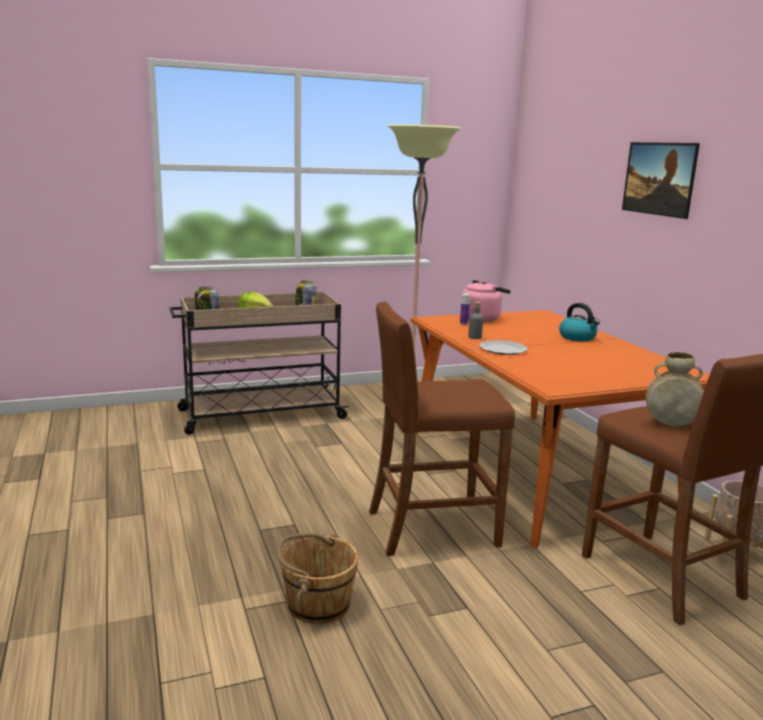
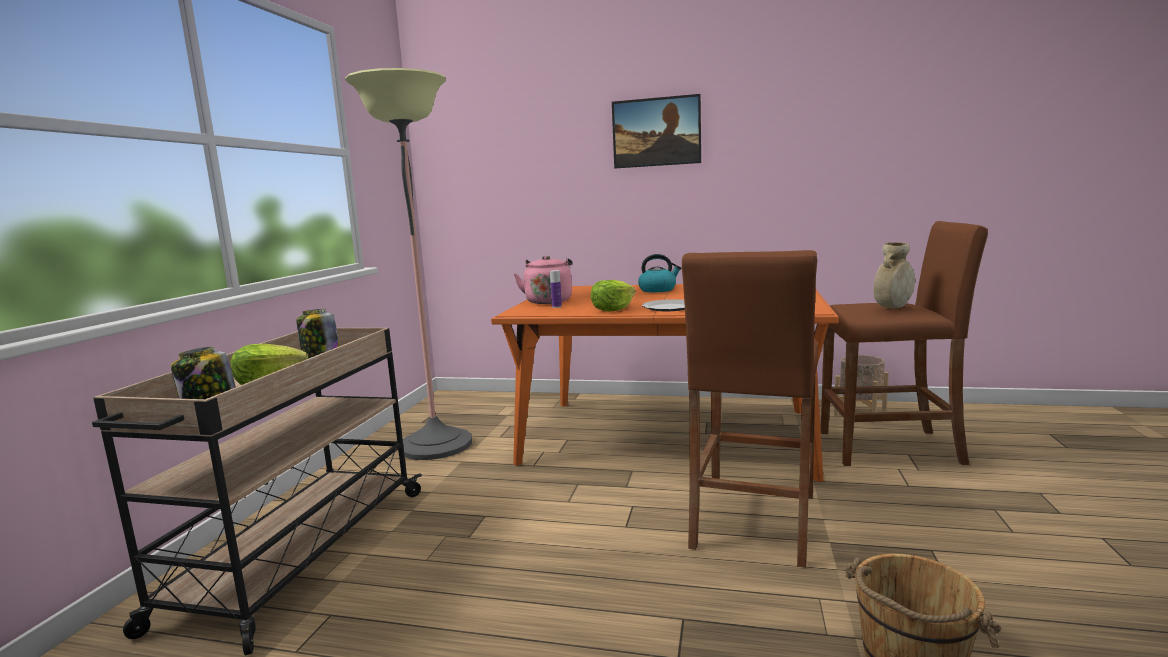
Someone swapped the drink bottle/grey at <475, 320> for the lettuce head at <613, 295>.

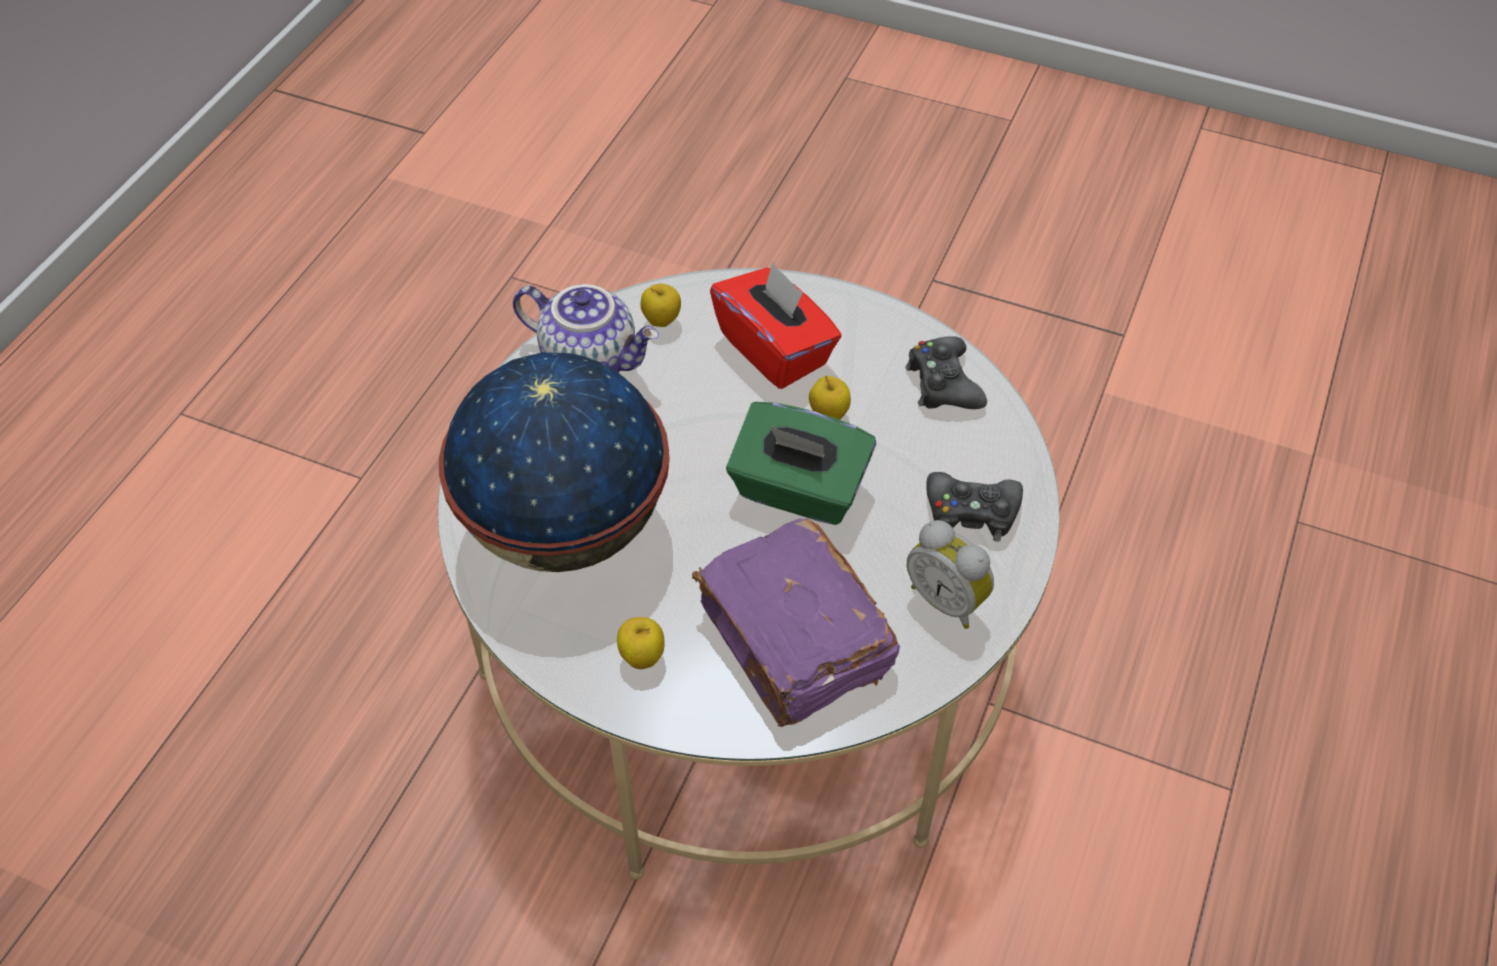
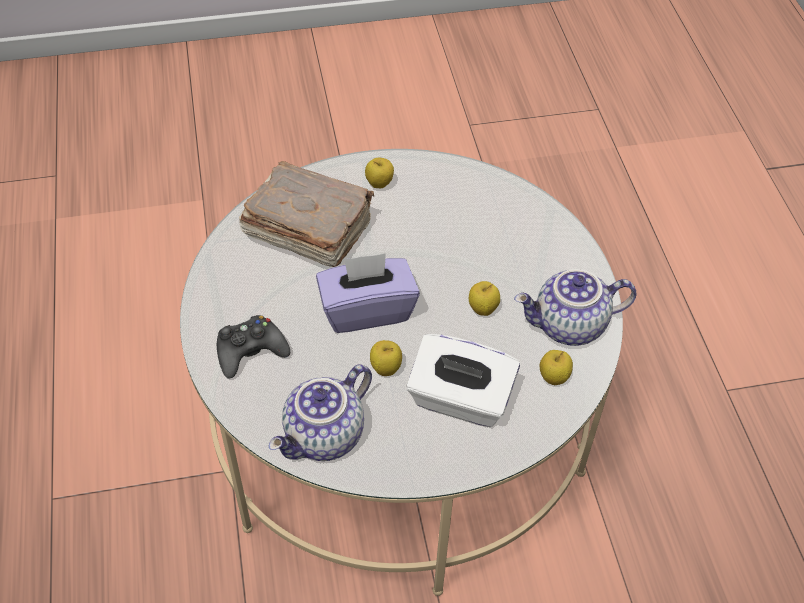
Someone repainted the volume/purplish at <796, 622>, which became the volume/brownish at <306, 214>.
Someone swapped the game controller/black-coloured at <946, 372> for the teapot at <320, 412>.
Someone repainted the box of tissues/green-coloured at <801, 463>, which became the box of tissues/purplish at <368, 293>.
Someone repainted the box of tissues/reddish at <776, 325>, which became the box of tissues/whitish at <463, 380>.
Someone put down the apple at <484, 298>.
Someone took away the desk globe at <554, 462>.
Someone took away the alarm clock at <950, 574>.

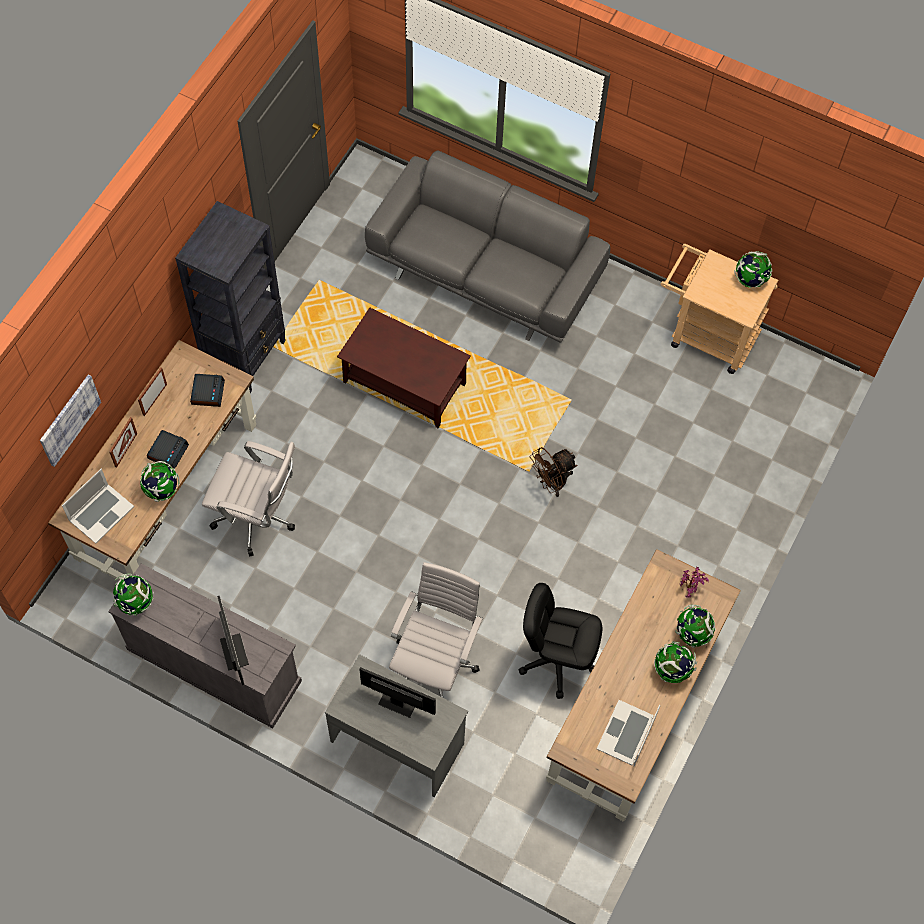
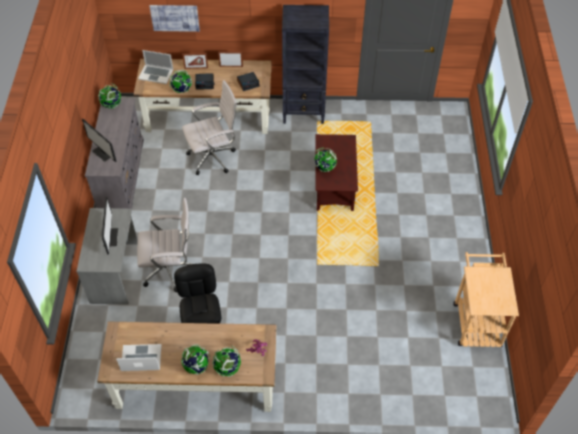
Someone rotated the monitor at <233, 640> by 90 degrees clockwise.
Someone rotated the computer chair/whitish at <248, 499> by 105 degrees counterclockwise.
Someone carried the desk globe from <753, 269> to <325, 160>.
Someone took away the sofa/grey at <487, 247>.
Someone took away the cooling fan/brownish at <553, 472>.

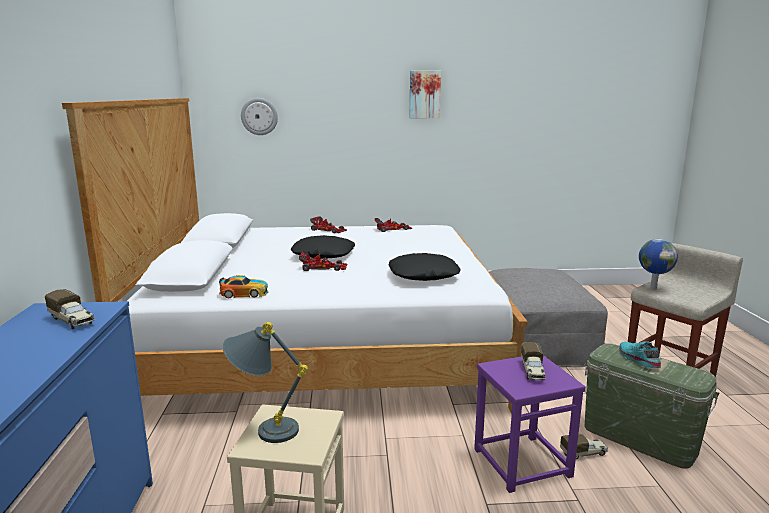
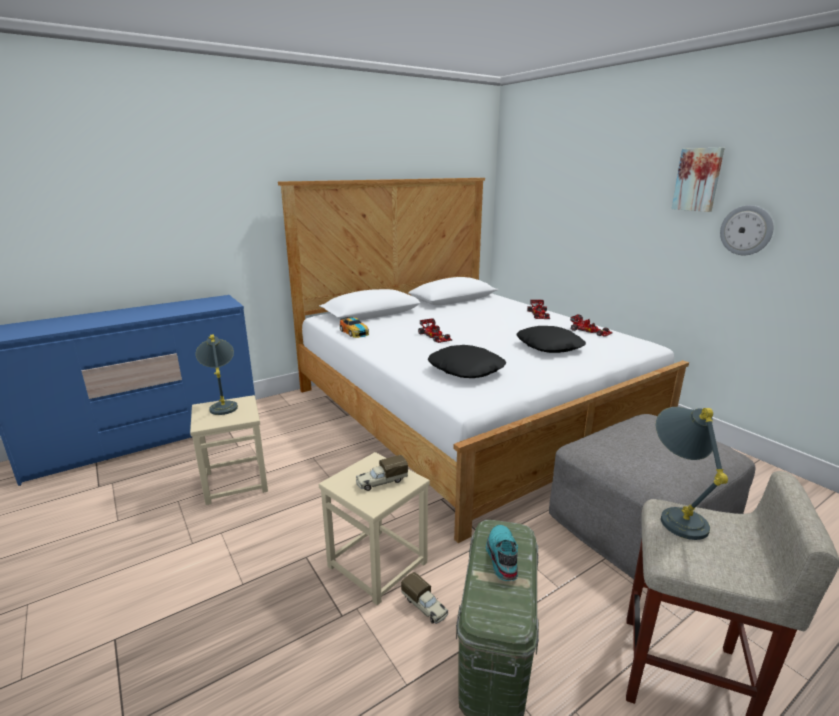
Someone repainted the sitting stool/purplish at <530, 424>, which became the sitting stool/sand-coloured at <374, 528>.
Someone rotated the low shoe/turquoise at <640, 355> by 45 degrees counterclockwise.
Someone carried the pillow/black-coloured from <322, 247> to <551, 339>.
Someone swapped the desk globe at <658, 264> for the tabletop lamp/grey at <691, 473>.
Someone carried the hanging clock from <259, 116> to <746, 230>.
Someone took away the toy truck at <70, 309>.

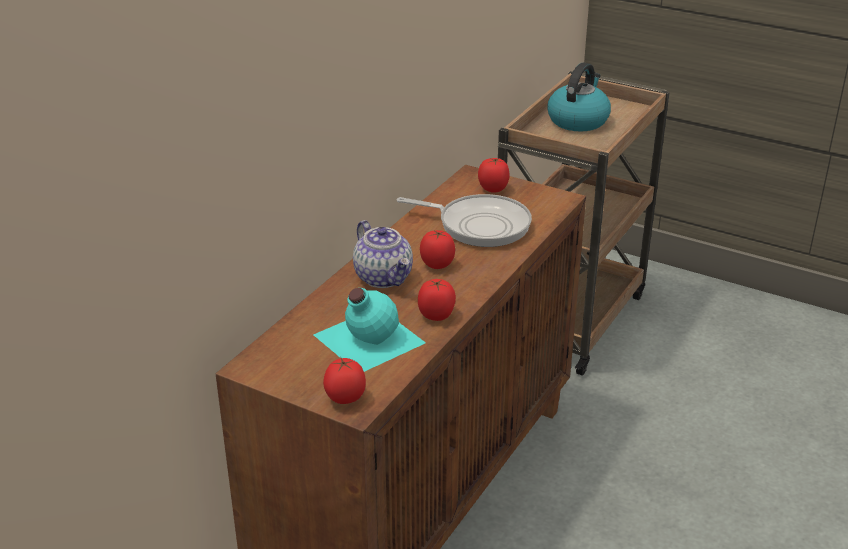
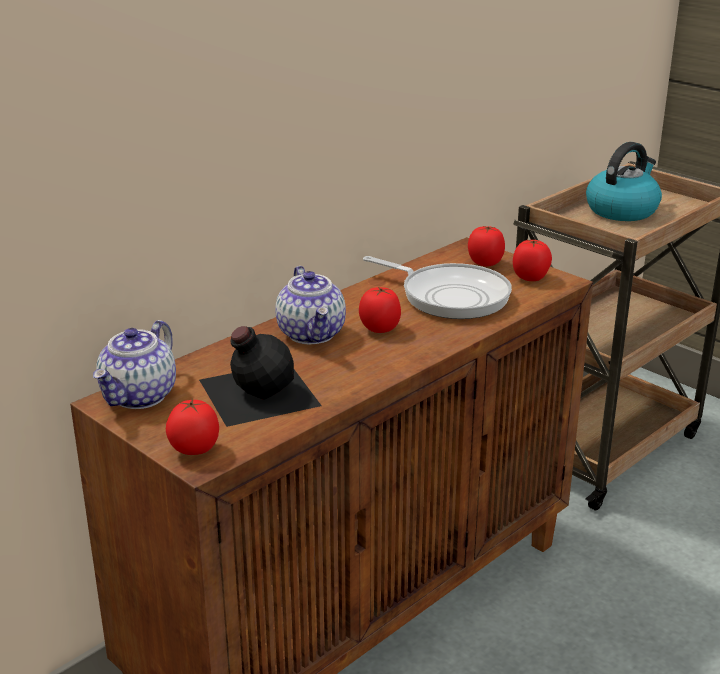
Someone put down the teapot at <134, 364>.
Someone repainted the drink bottle/turquoise at <369, 330>, which became the drink bottle/black-coloured at <260, 376>.
Someone carried the tomato from <437, 300> to <532, 260>.

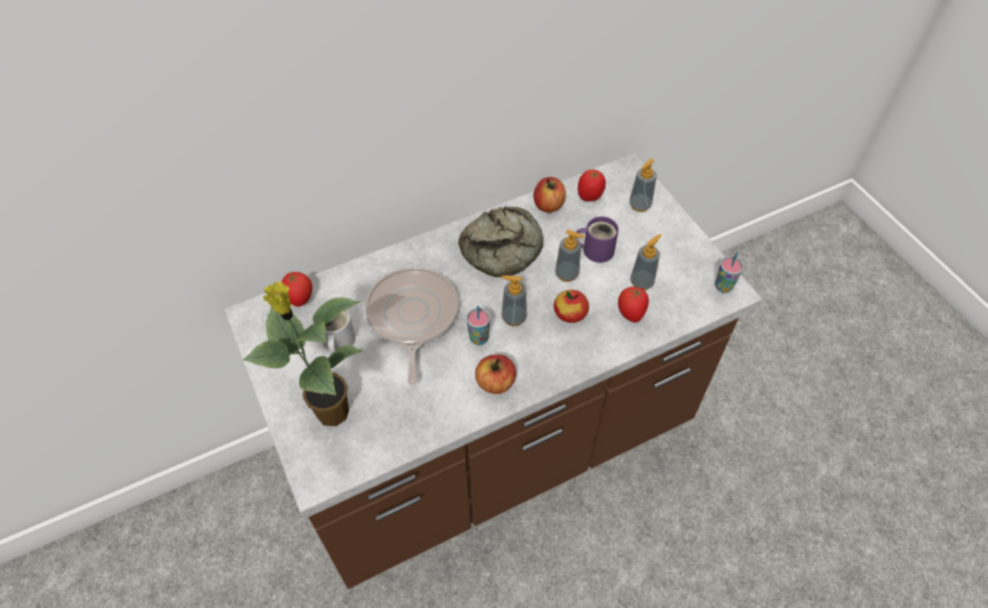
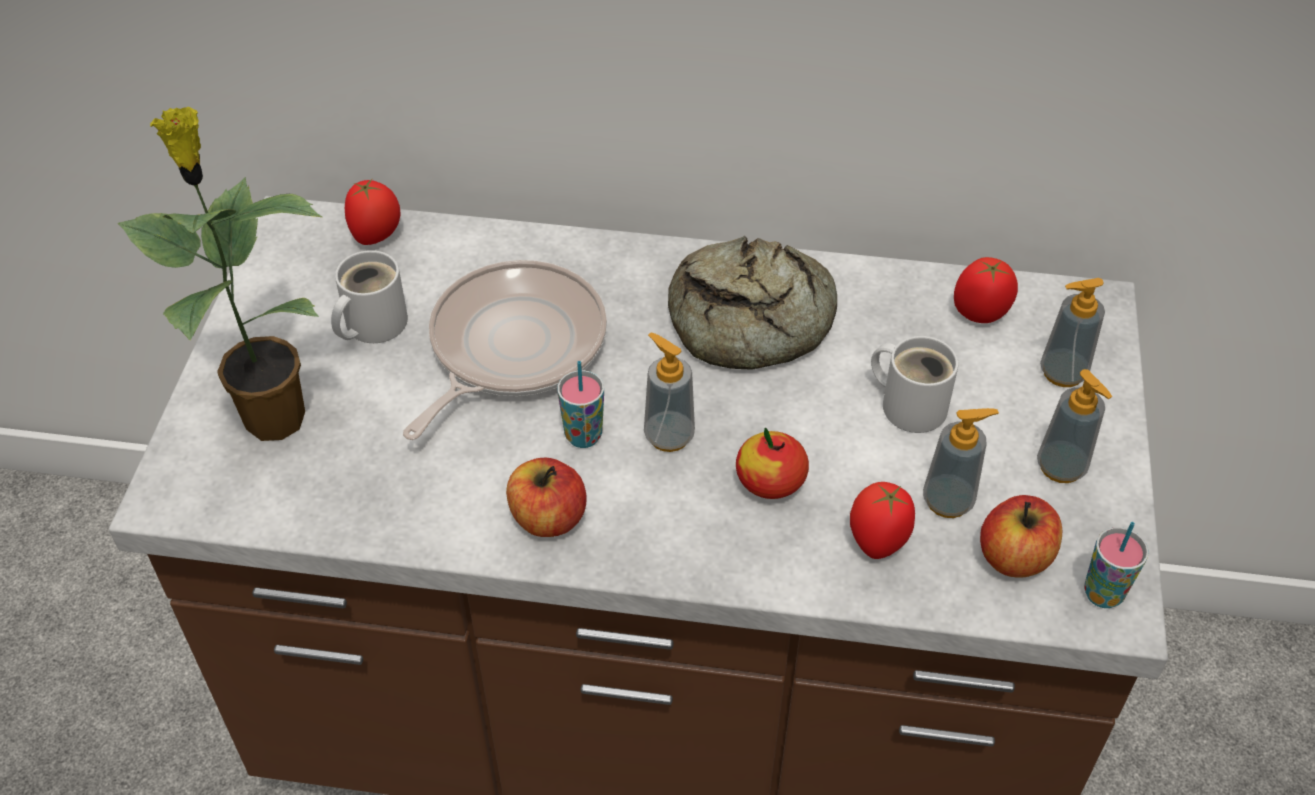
Someone repainted the tea mug/purplish at <597, 239>, which became the tea mug/whitish at <915, 384>.
Someone carried the apple from <550, 195> to <1021, 536>.
Someone carried the liquid soap bottle from <570, 256> to <1074, 426>.

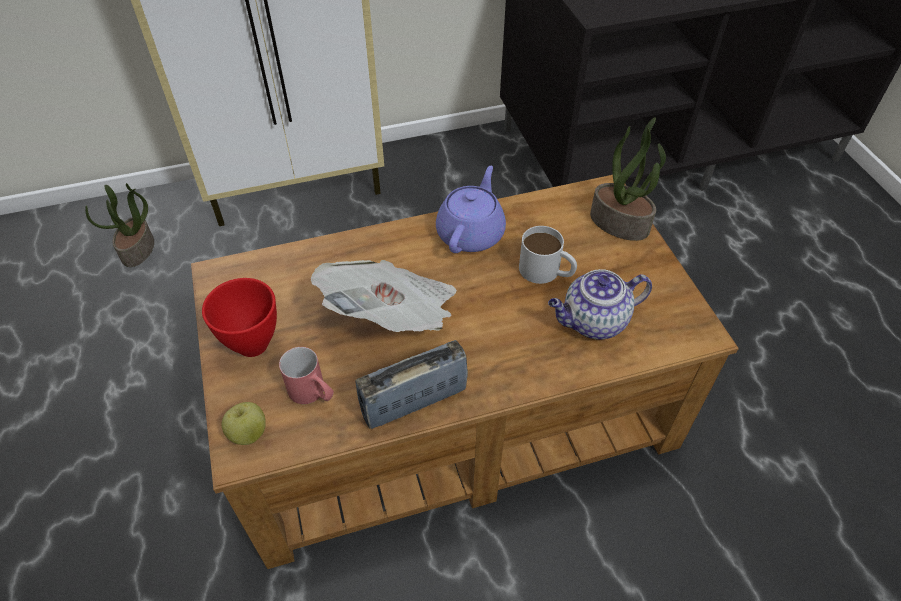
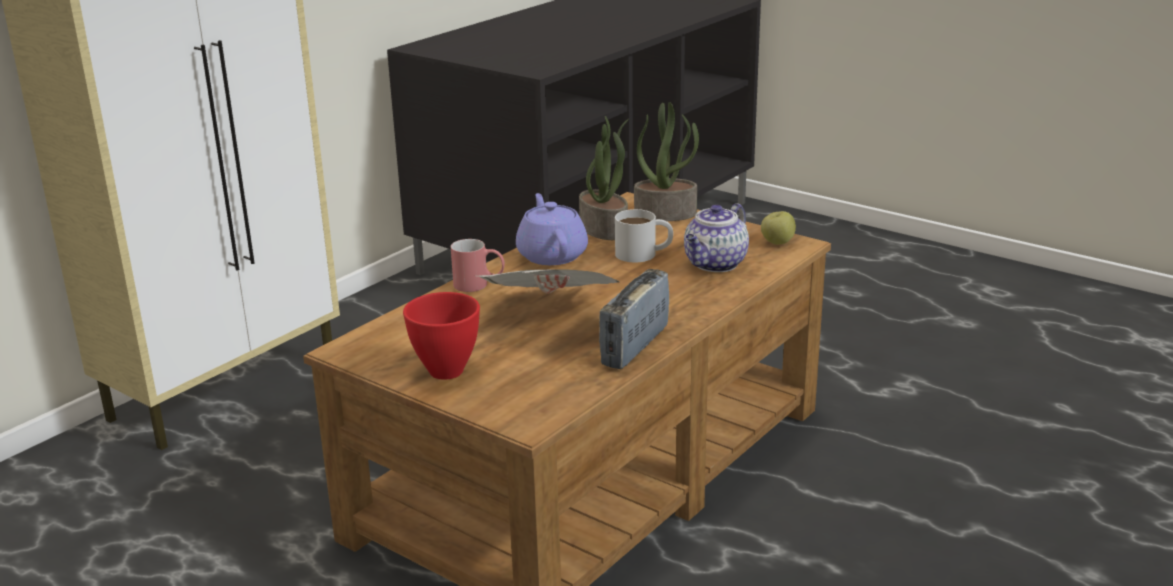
Someone carried the tea mug/reddish from <306, 375> to <478, 265>.
Someone carried the potted plant from <119, 225> to <604, 178>.
Someone carried the apple from <244, 423> to <778, 228>.

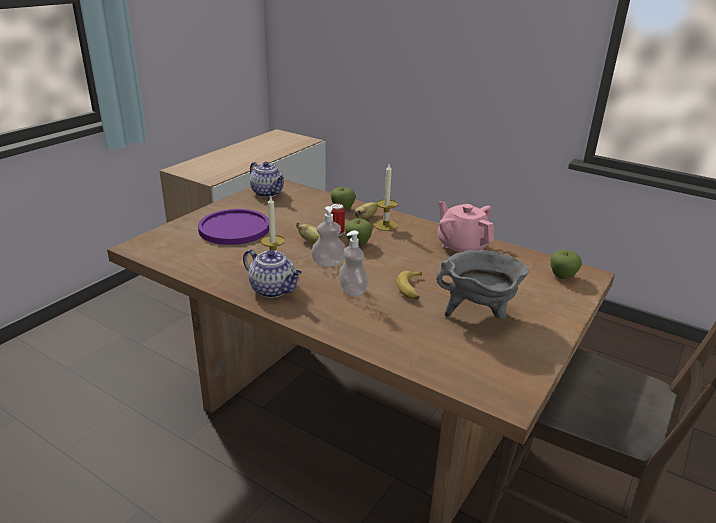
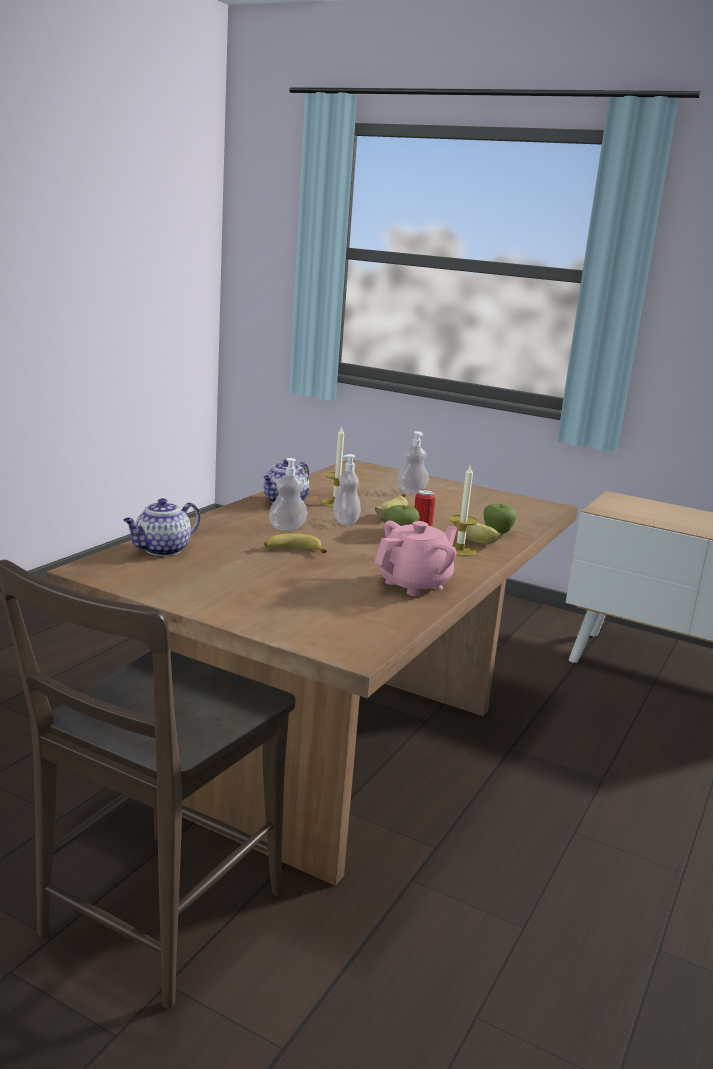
Someone carried the teapot from <267, 179> to <161, 527>.
Someone swapped the dinner plate/purplish at <233, 227> for the liquid soap bottle at <413, 462>.
Someone took away the saucepot/grey at <482, 284>.
Someone took away the apple at <566, 264>.

